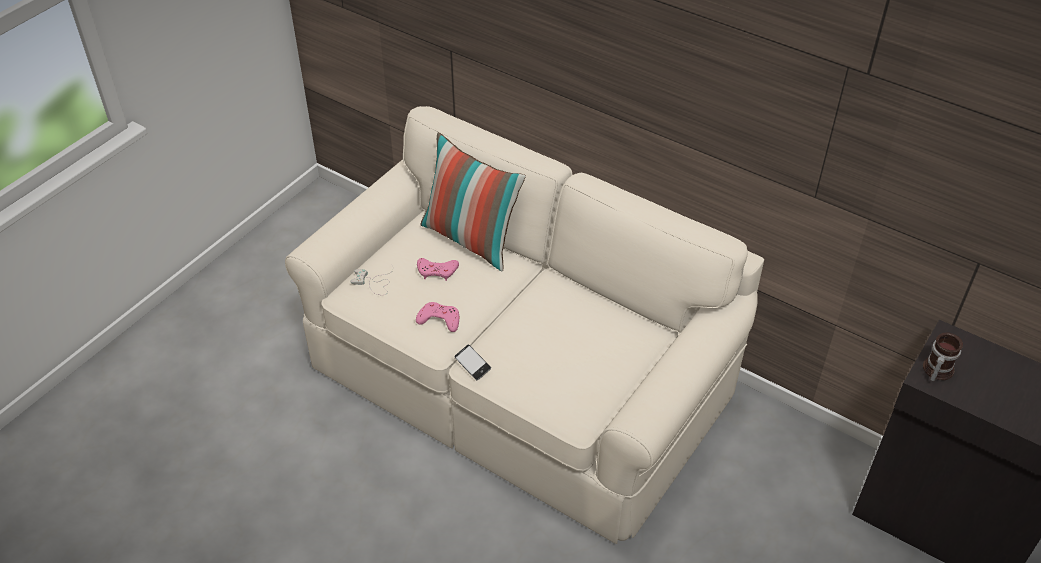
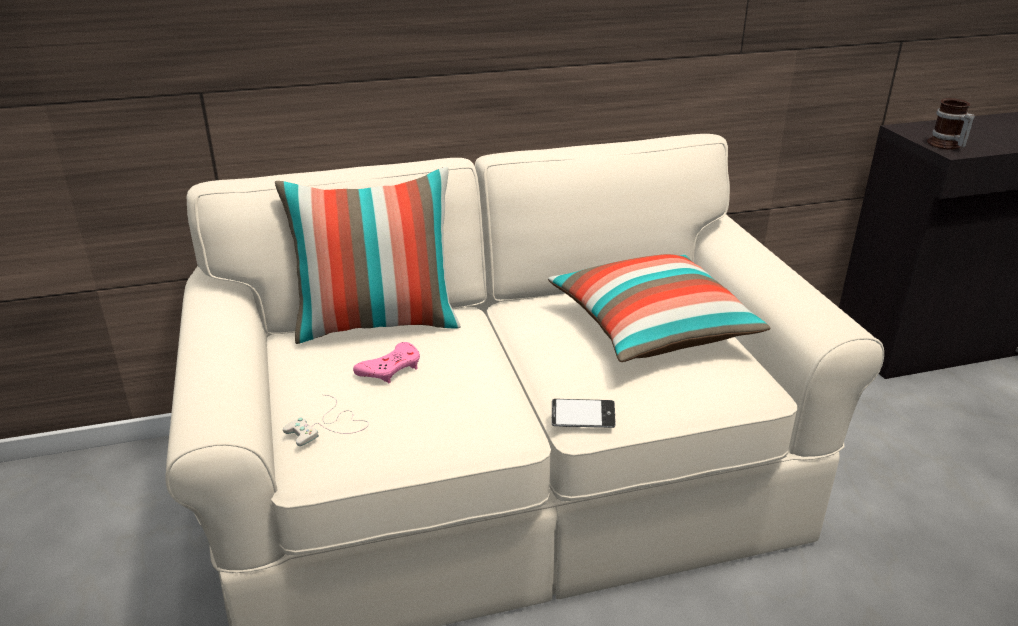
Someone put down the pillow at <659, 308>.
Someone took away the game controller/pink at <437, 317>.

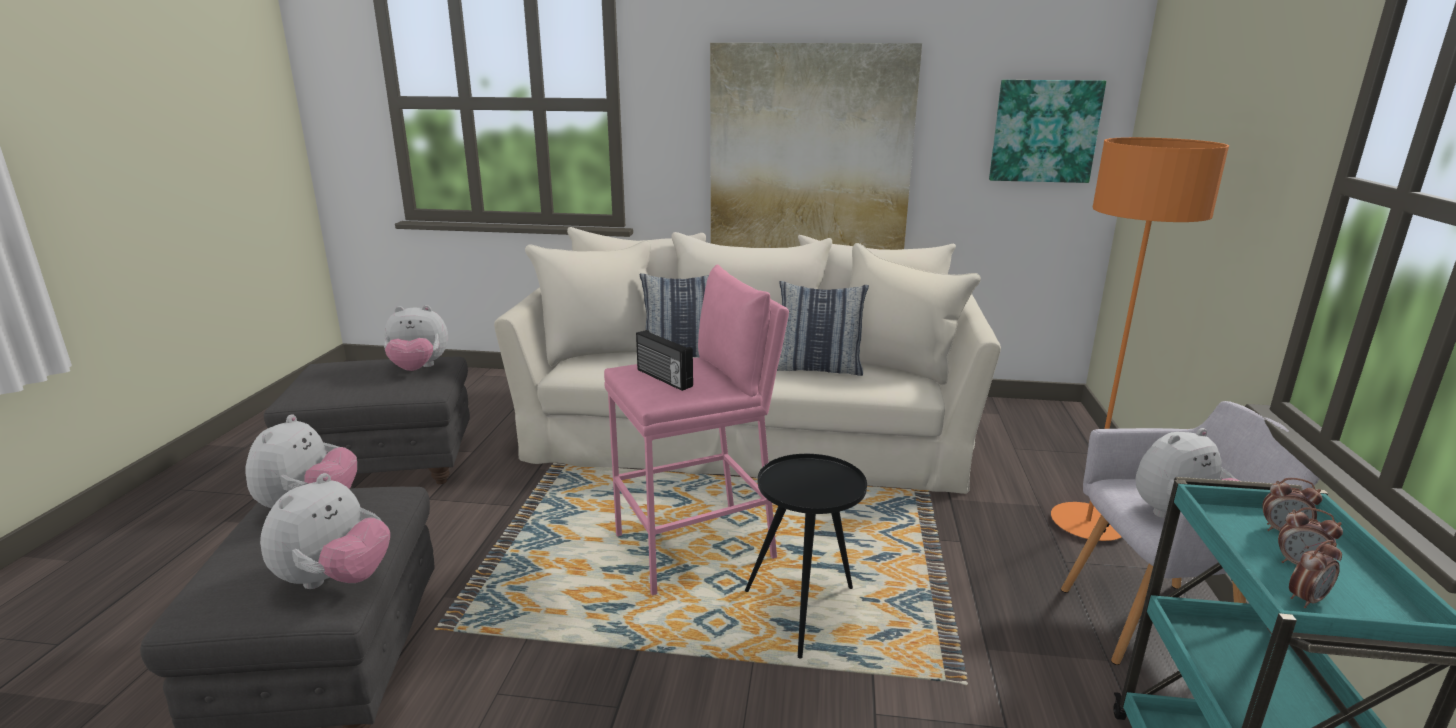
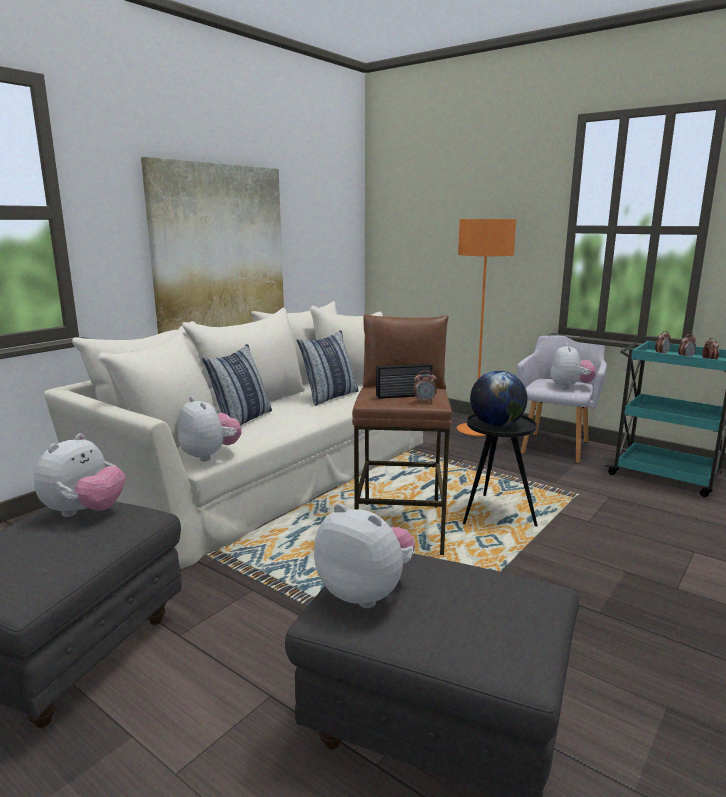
Someone carried the cuddly toy from <325, 531> to <209, 429>.
Someone repainted the sitting stool/pink at <696, 430>, which became the sitting stool/brownish at <402, 434>.
Someone put down the alarm clock at <425, 387>.
Someone put down the desk globe at <499, 399>.
Someone took away the picture at <1047, 131>.

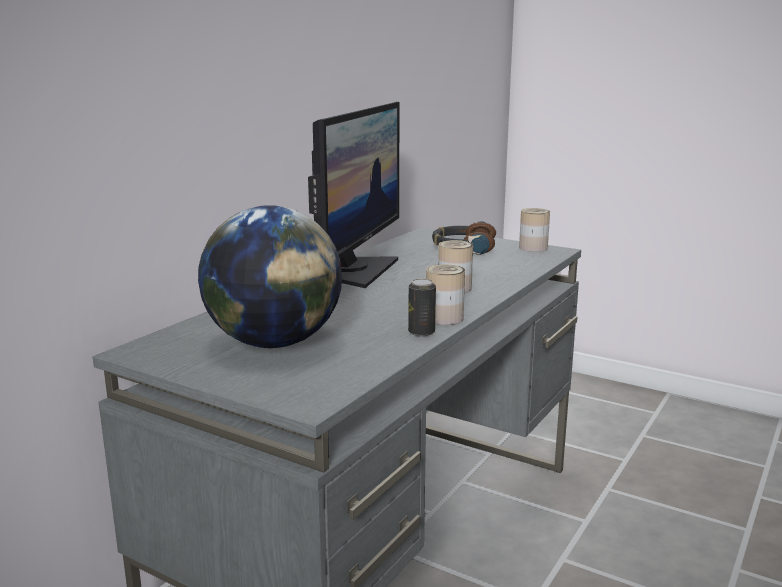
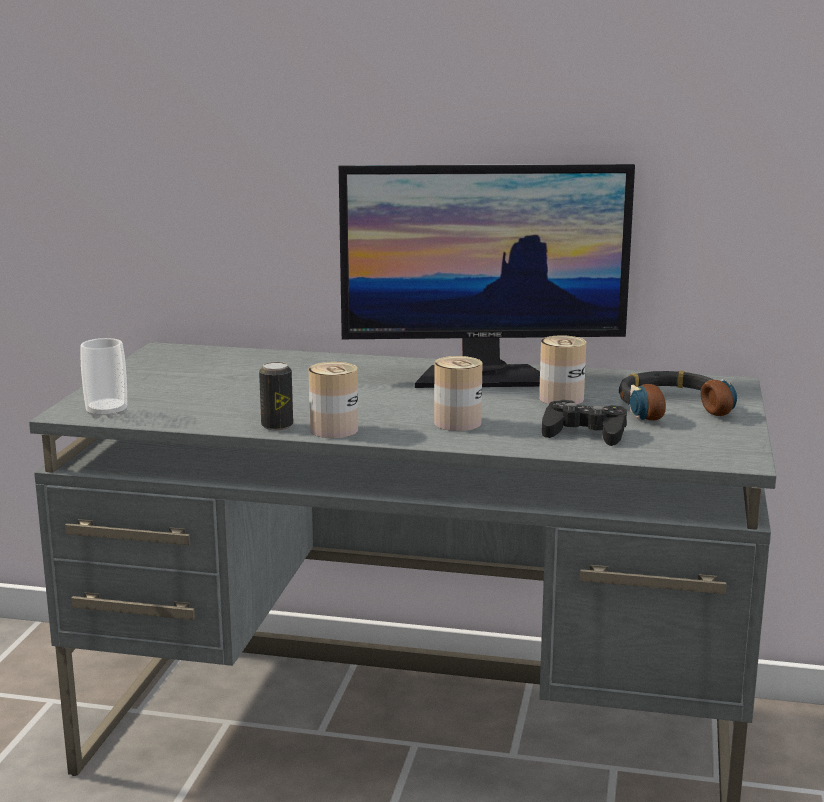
Someone put down the cup at <104, 378>.
Someone carried the can from <534, 230> to <562, 369>.
Someone put down the game controller/black-coloured at <584, 423>.
Someone took away the desk globe at <270, 276>.

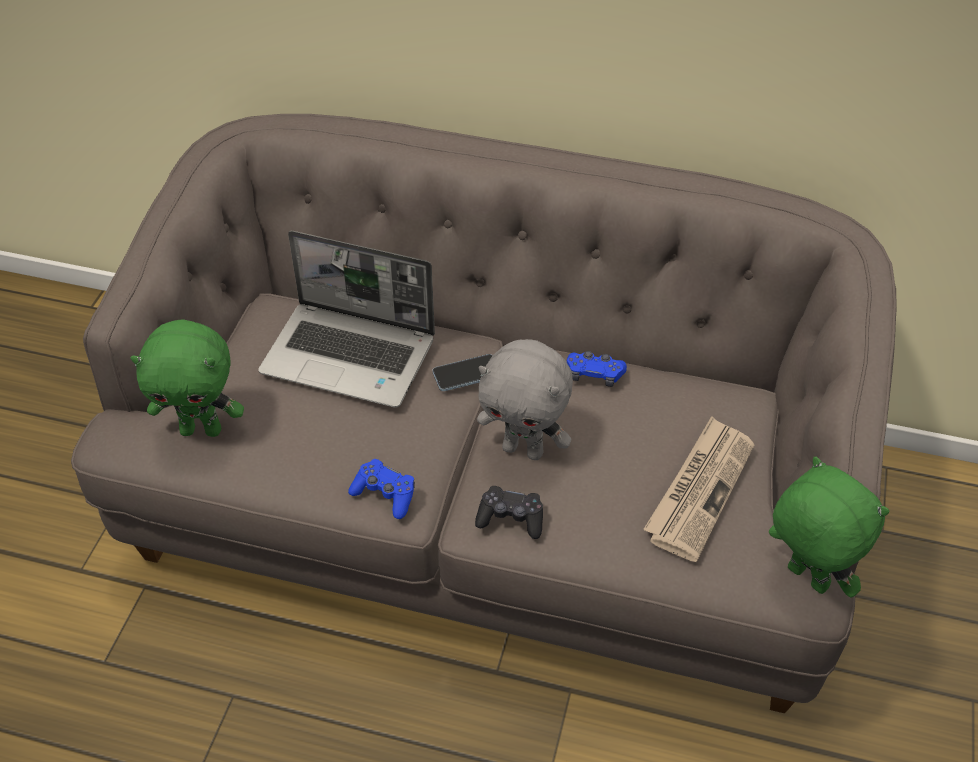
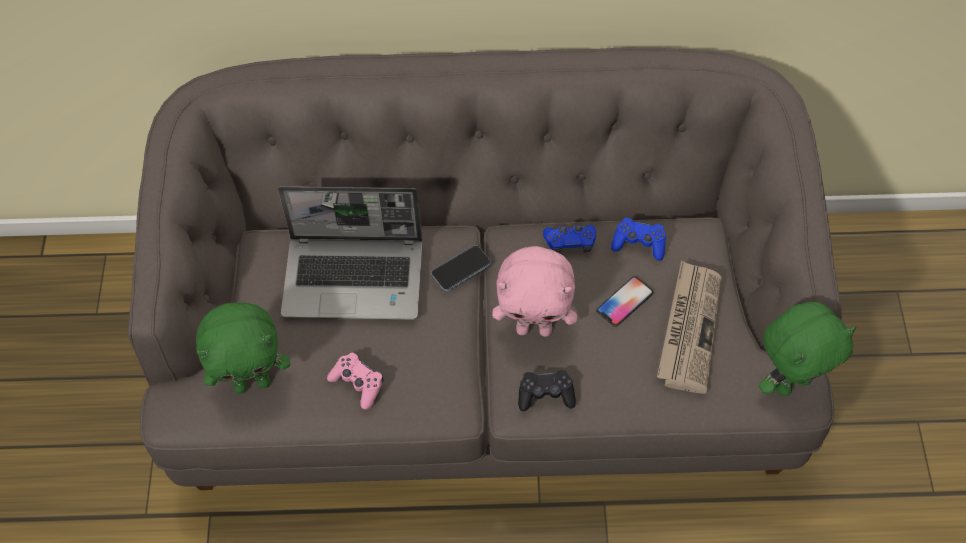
Someone put down the game controller/pink at <355, 381>.
Someone repainted the cuddly toy/grey at <525, 399>, which became the cuddly toy/pink at <534, 291>.
Someone put down the telephone at <624, 301>.
Someone carried the game controller/blue-coloured from <381, 489> to <638, 239>.
Someone rotated the cuddly toy/green-coloured at <829, 527> by 120 degrees clockwise.

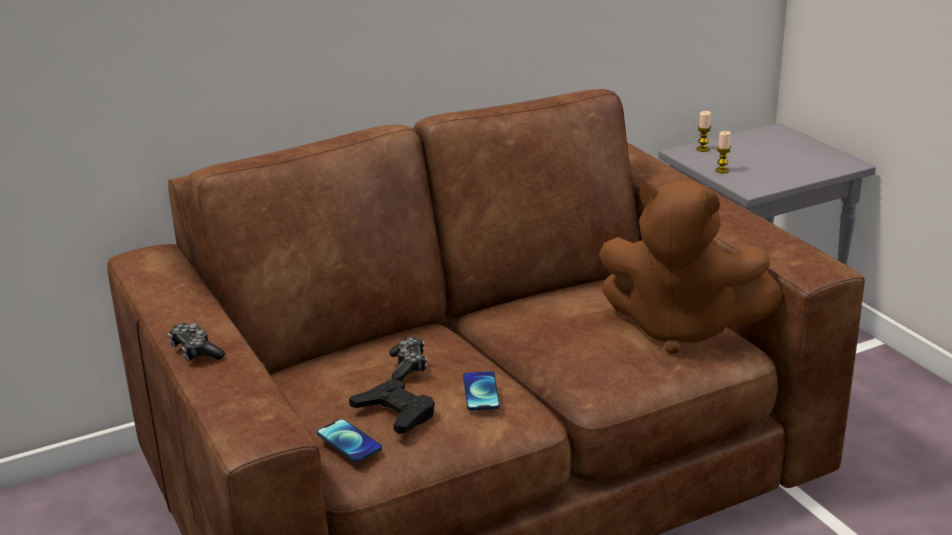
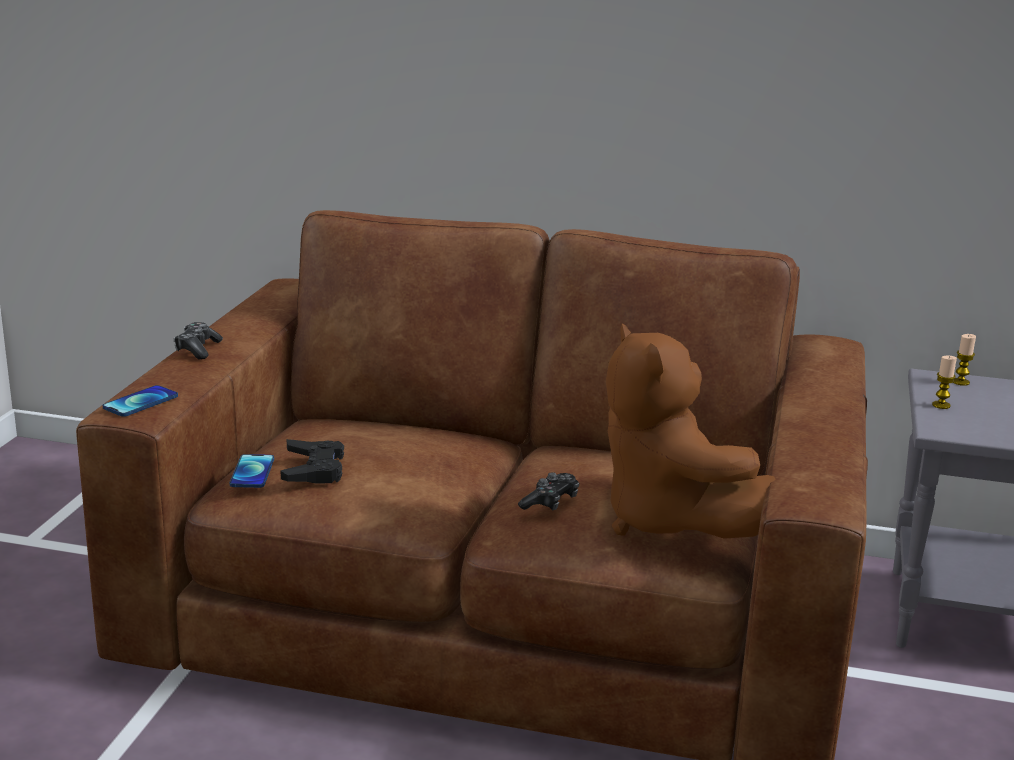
Someone carried the telephone from <481, 391> to <140, 401>.
Someone carried the game controller from <408, 359> to <548, 491>.

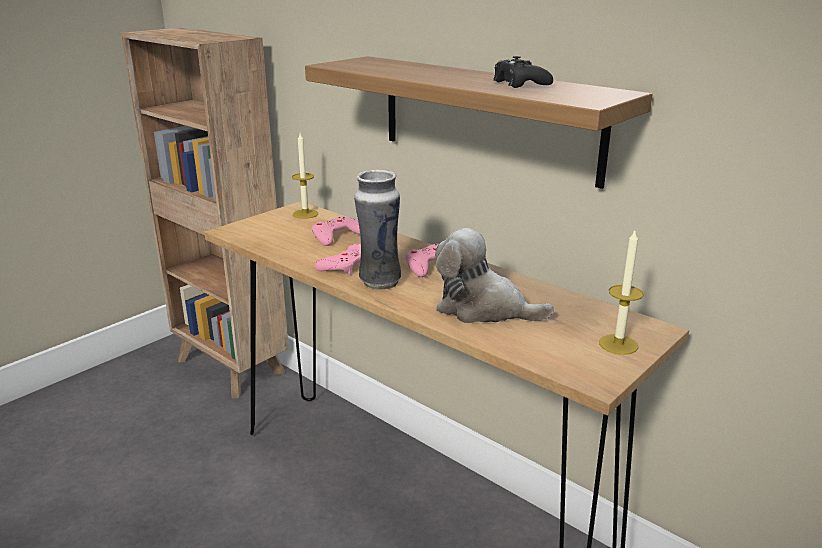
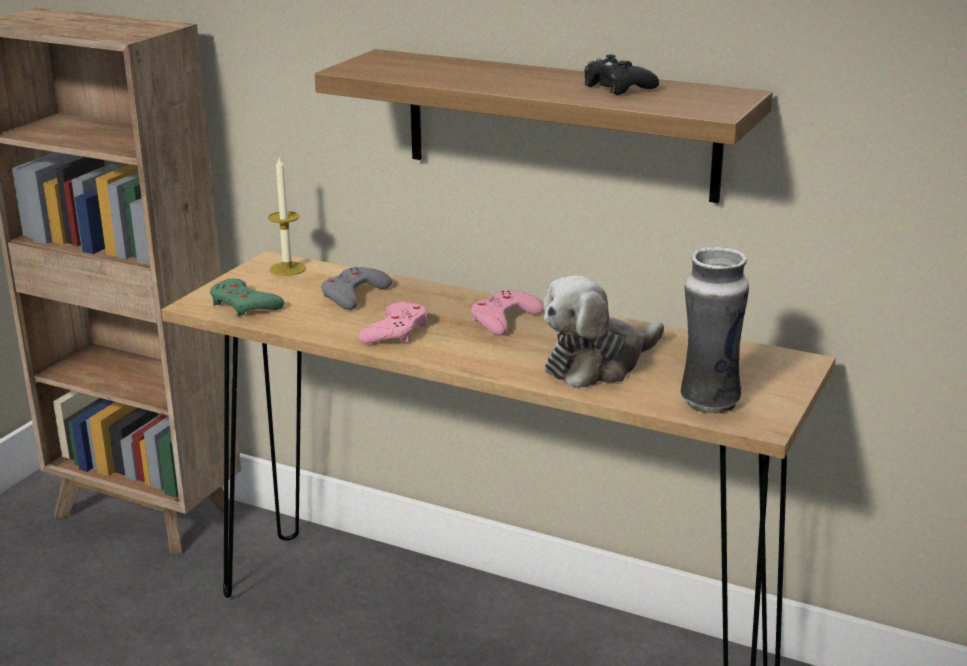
Someone put down the game controller/green-coloured at <247, 298>.
Someone repainted the game controller/pink at <336, 231>, which became the game controller/grey at <356, 288>.
Someone rotated the cuddly toy at <494, 275> by 45 degrees counterclockwise.
Someone carried the flower vase from <377, 230> to <715, 330>.
Someone took away the candle at <621, 293>.

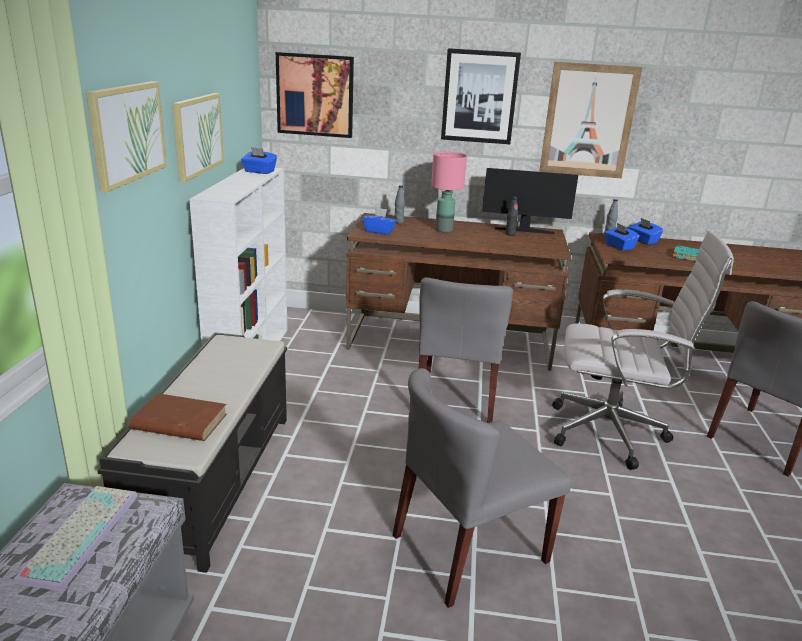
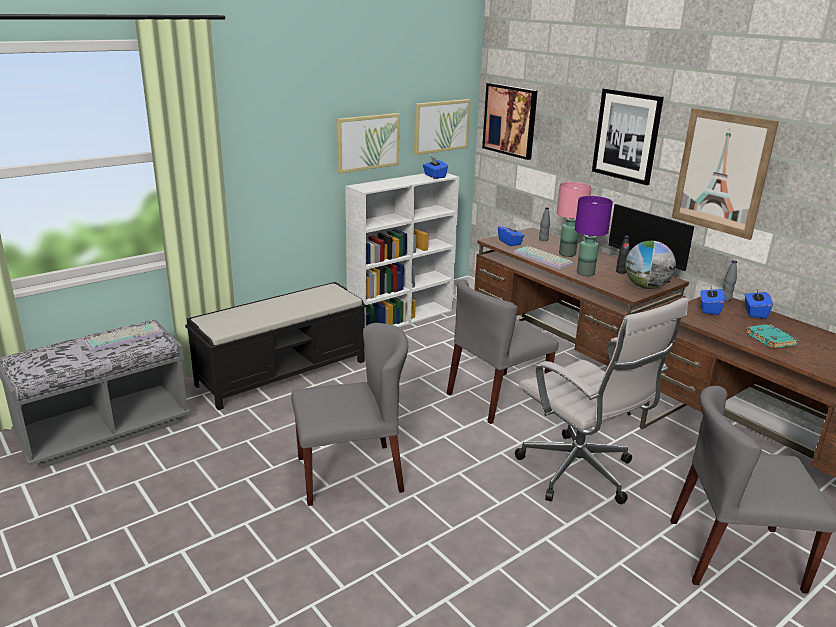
Someone rotated the plain chair/grey at <482, 488> by 150 degrees clockwise.
Someone carried the picture from <126, 137> to <442, 127>.
Someone put down the PC keyboard at <543, 257>.
Someone put down the tabletop lamp/purplish at <594, 236>.
Someone put down the desk globe at <650, 265>.
Someone took away the volume/brownish at <178, 417>.

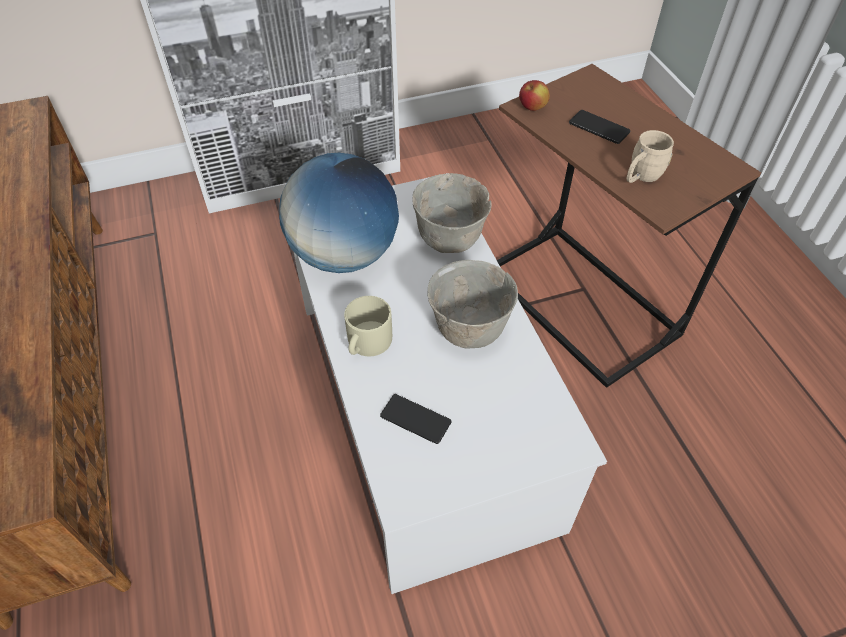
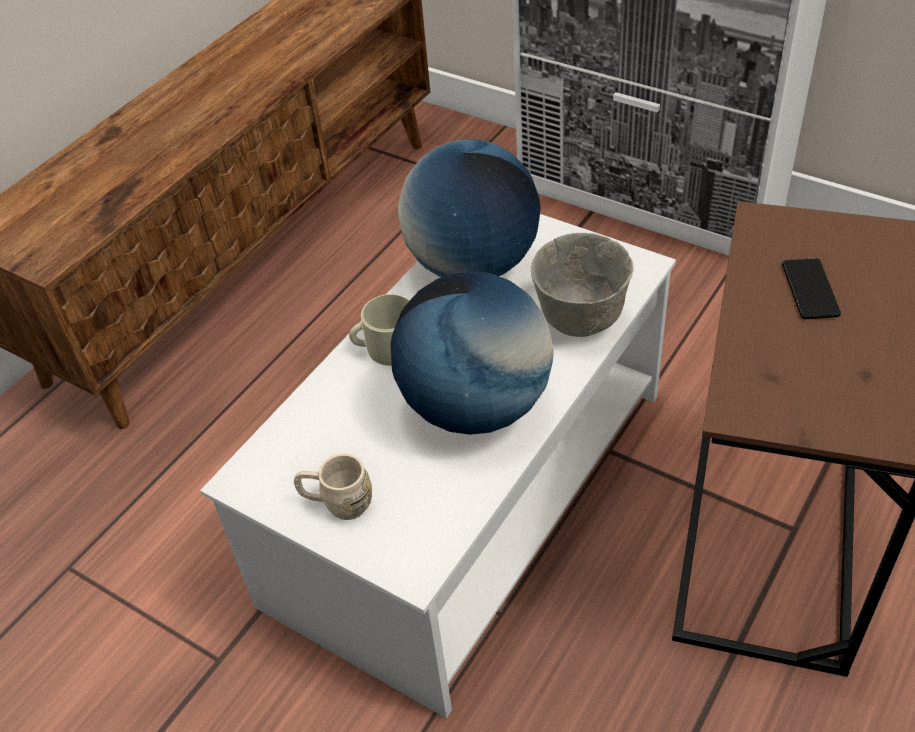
Someone carried the tea mug/sand-coloured from <650, 156> to <333, 487>.
Someone swapped the deep dish/grey at <472, 304> for the desk globe at <472, 353>.
Someone took away the telephone at <416, 419>.
Someone took away the apple at <534, 95>.

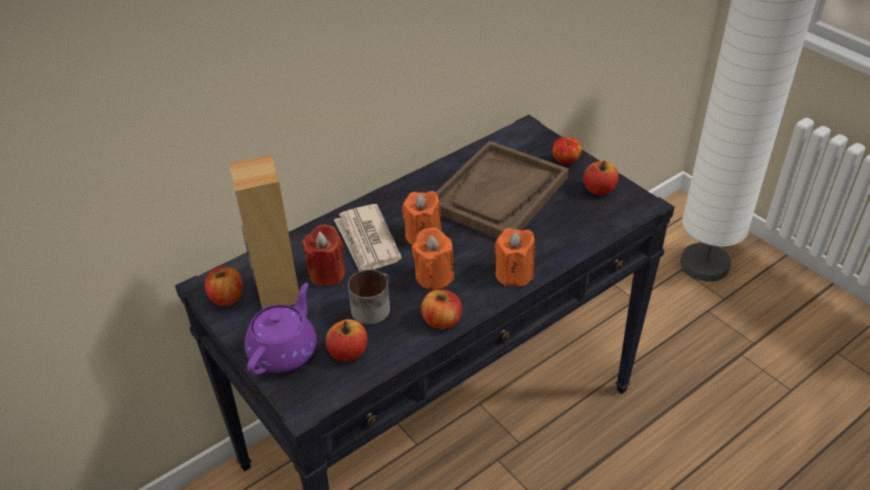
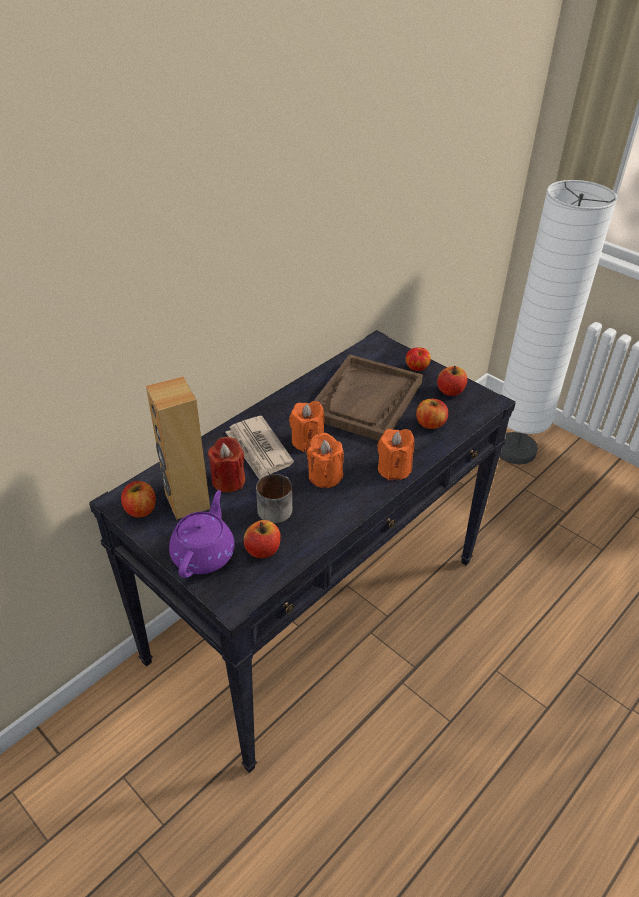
Someone carried the apple from <441, 309> to <432, 414>.

